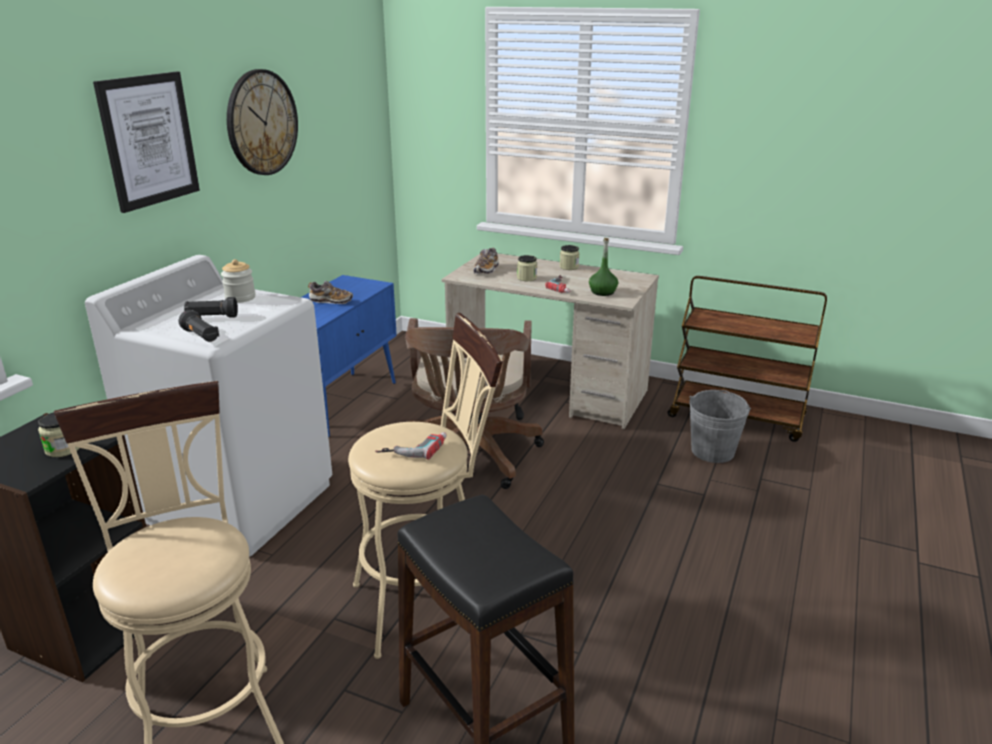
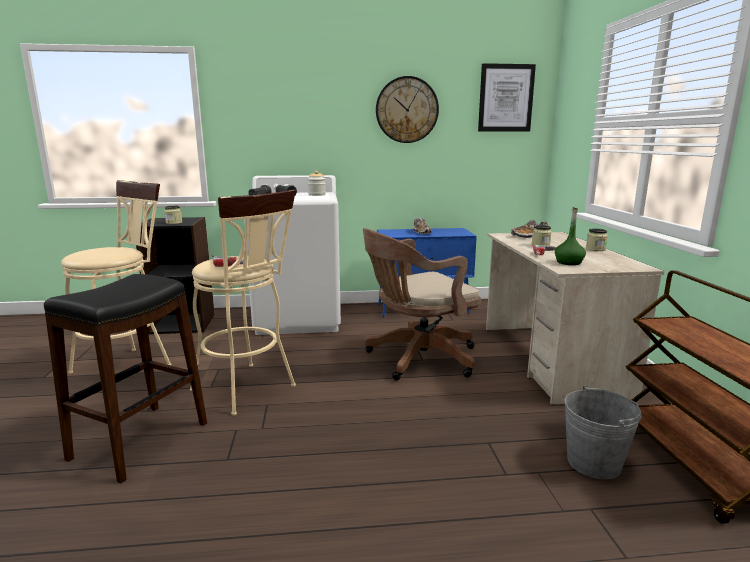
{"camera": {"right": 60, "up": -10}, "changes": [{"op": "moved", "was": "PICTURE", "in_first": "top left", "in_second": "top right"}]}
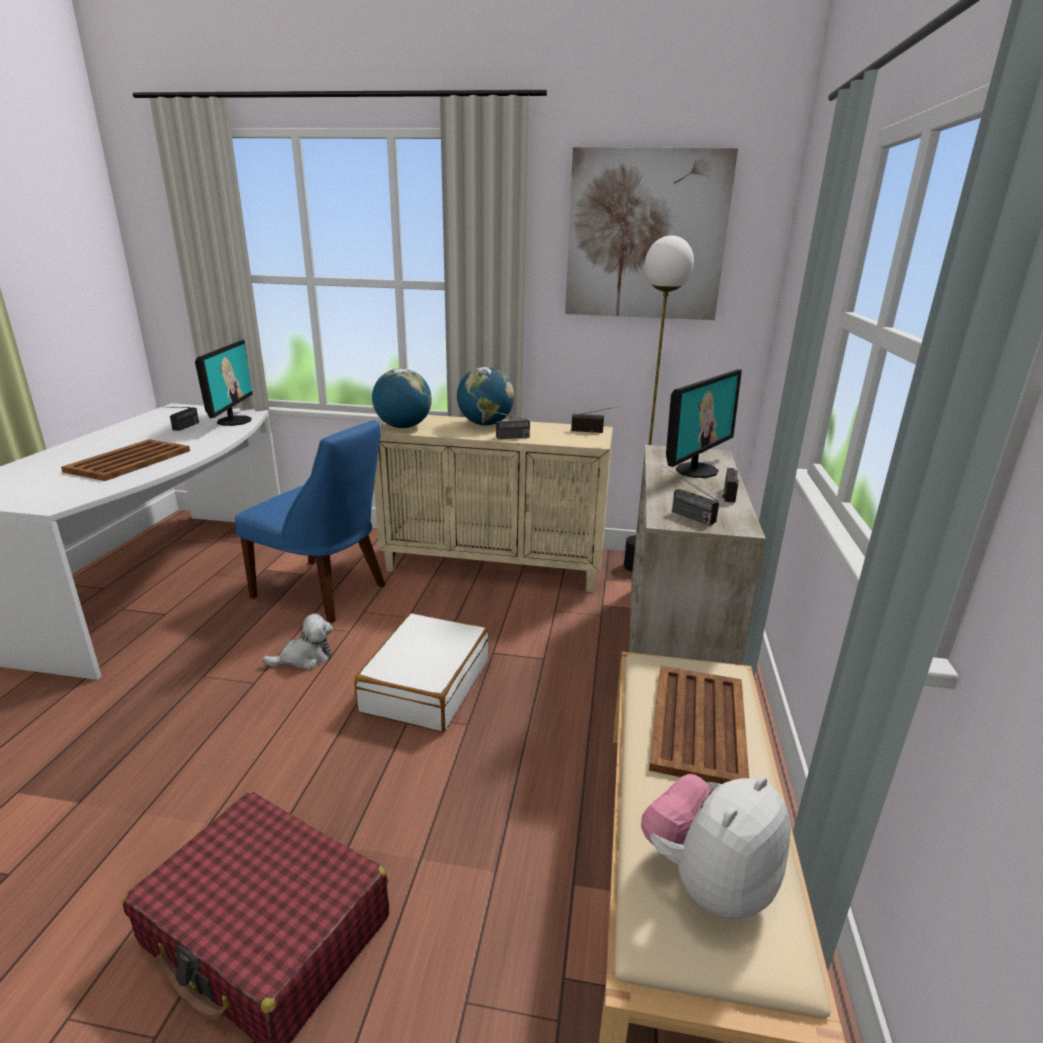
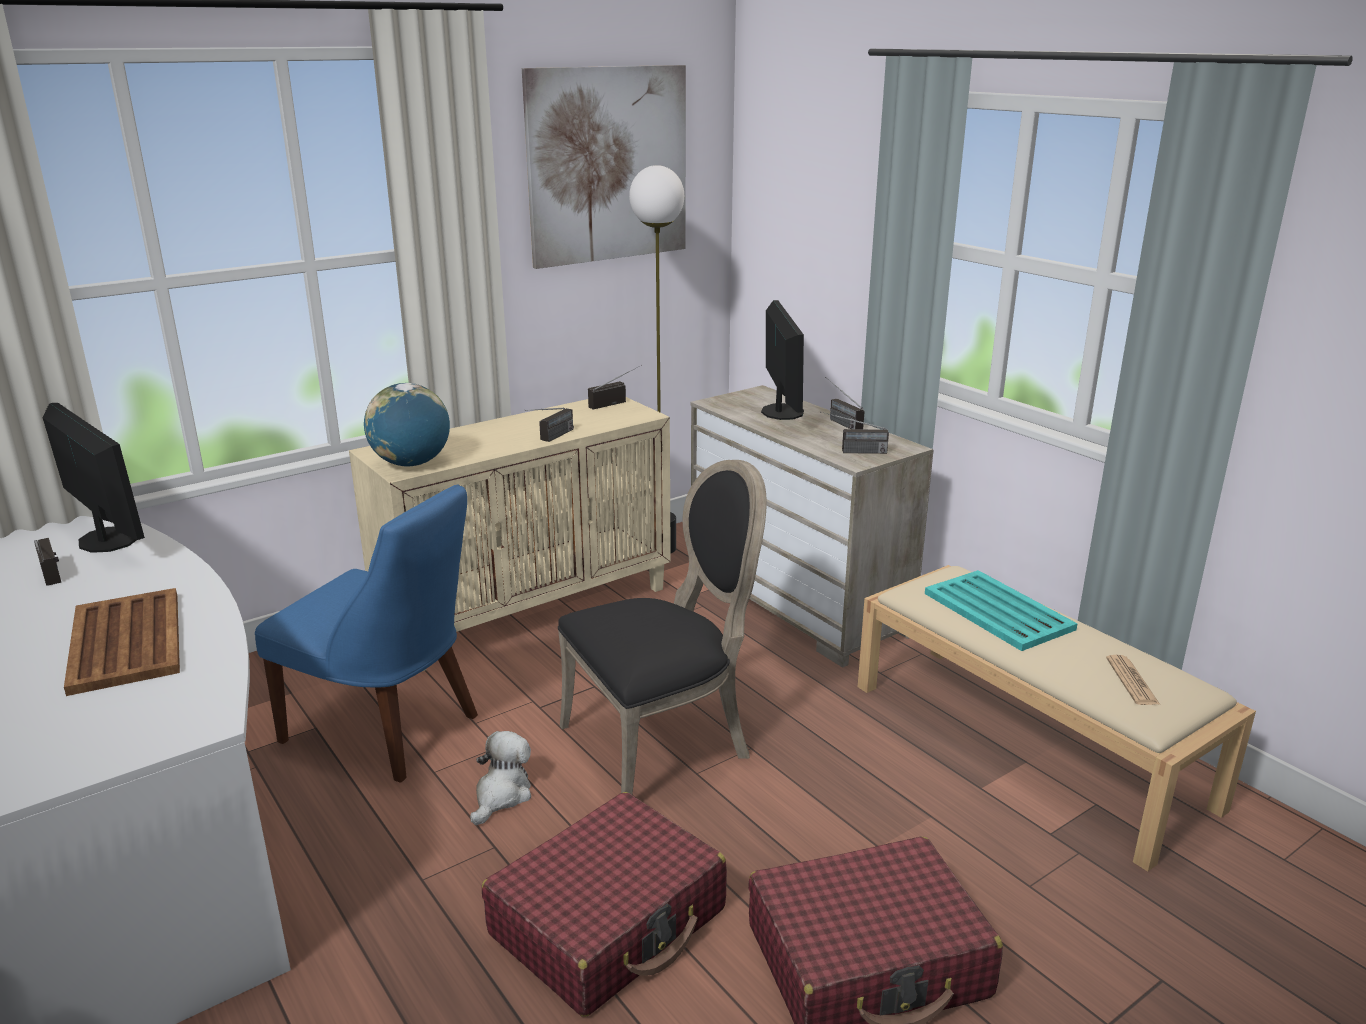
{"camera": {"right": -45, "up": 0}, "changes": [{"op": "turned", "was": "BLUISH CHAIR", "in_first": "middle left", "in_second": "middle left", "clockwise": 45}, {"op": "replaced", "was": "WHITISH SUITCASE", "now": "BLACK-COLOURED CHAIR", "in_first": "centre", "in_second": "centre"}, {"op": "removed", "was": "DESK GLOBE (2nd from left)", "in_first": "centre"}, {"op": "replaced", "was": "CUDDLY TOY (2nd from left)", "now": "PRINTED PAPER", "in_first": "bottom right", "in_second": "middle right"}, {"op": "recoloured", "was": "BROWN-COLOURED SERVING TRAY (2nd from left)", "now": "BLUE-GREEN SERVING TRAY", "in_first": "bottom right", "in_second": "middle right"}, {"op": "added", "now": "REDDISH SUITCASE (1st from left)", "in_second": "bottom centre"}]}
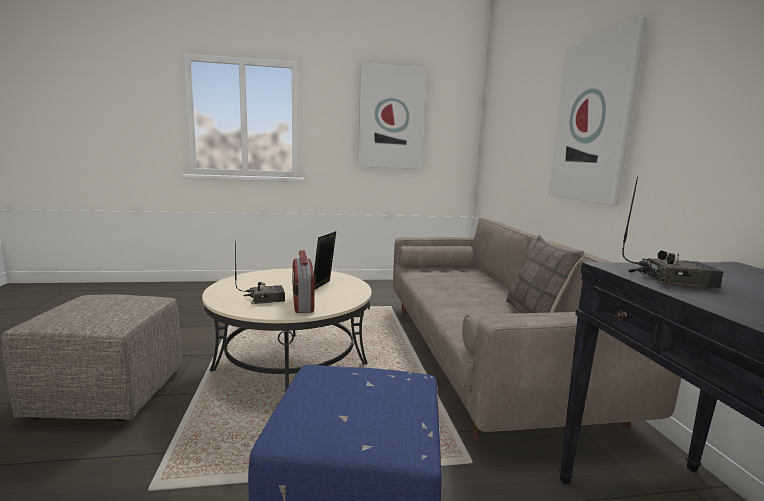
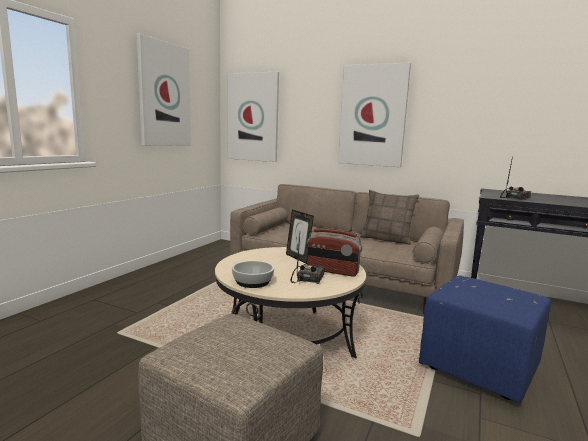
{"camera": {"right": -55, "up": 0}, "changes": [{"op": "added", "now": "PICTURE (2nd from left)", "in_second": "top centre"}, {"op": "added", "now": "SERVING BOWL", "in_second": "centre"}]}
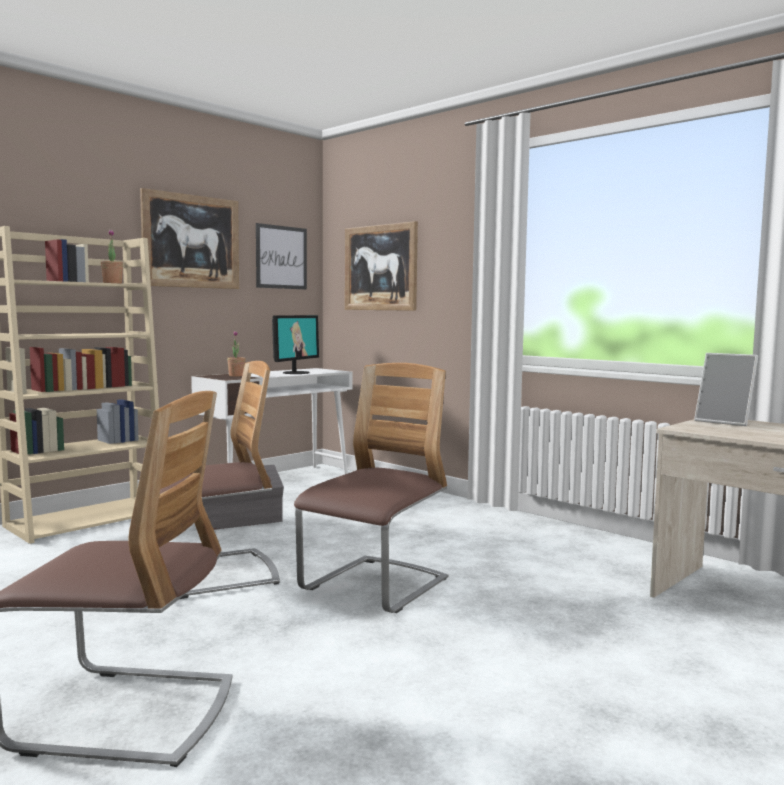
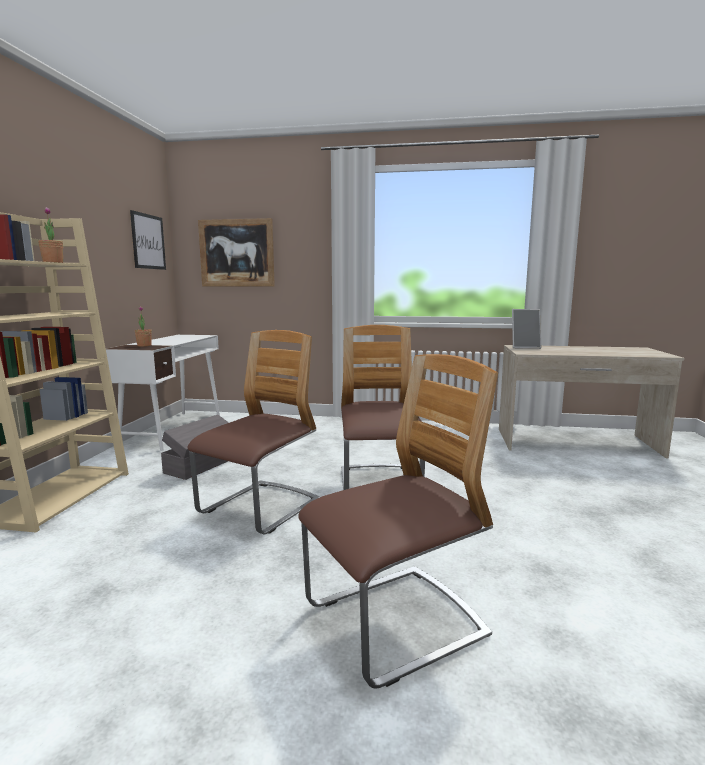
{"camera": {"right": -35, "up": 5}, "changes": [{"op": "removed", "was": "PICTURE (1st from left)", "in_first": "top left"}, {"op": "removed", "was": "COMPUTER SCREEN", "in_first": "centre"}]}
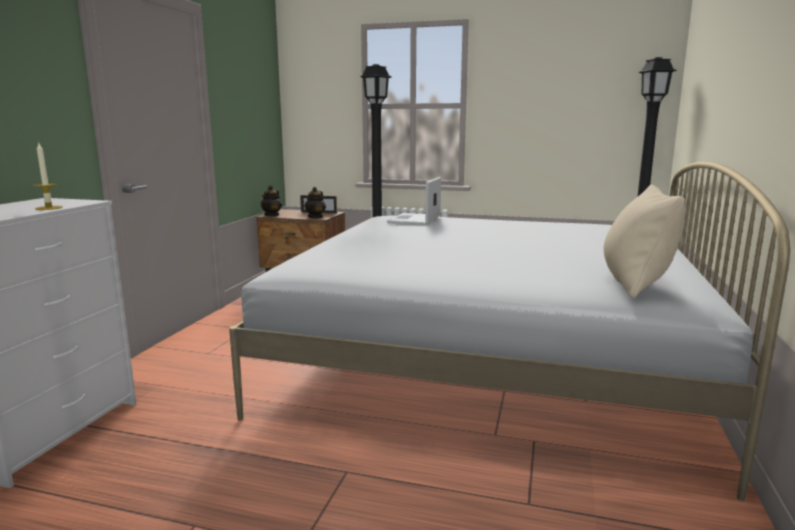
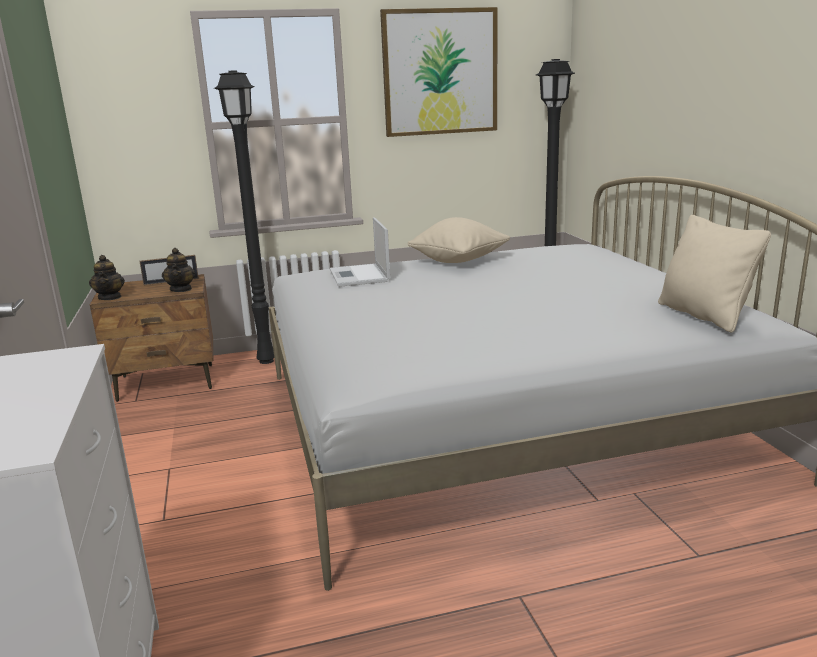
{"camera": {"right": -30, "up": 5}, "changes": [{"op": "removed", "was": "WAX LIGHT", "in_first": "top left"}, {"op": "added", "now": "PICTURE", "in_second": "top centre"}, {"op": "added", "now": "BEIGE-COLOURED PILLOW (1st from left)", "in_second": "centre"}]}
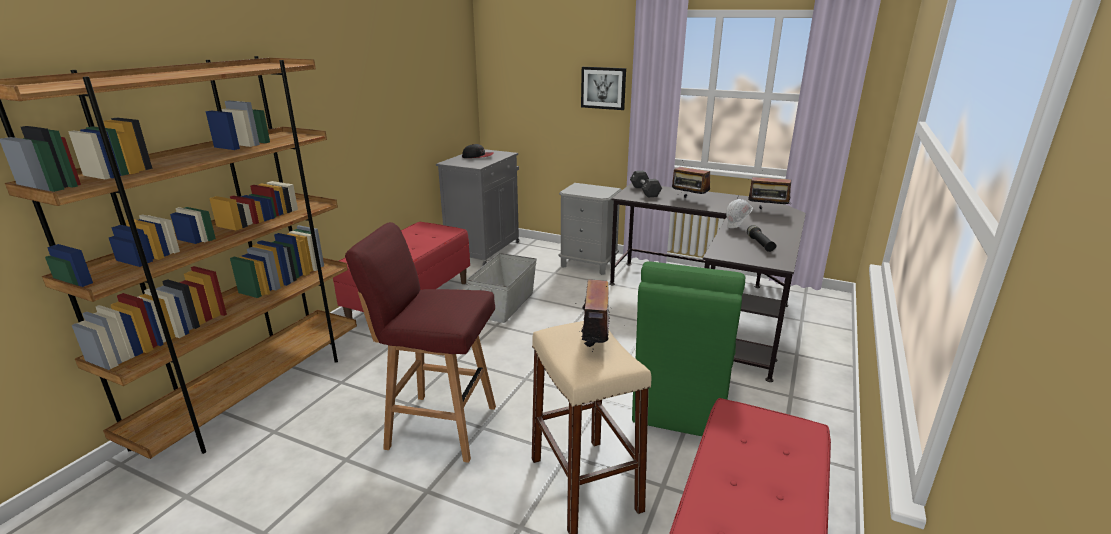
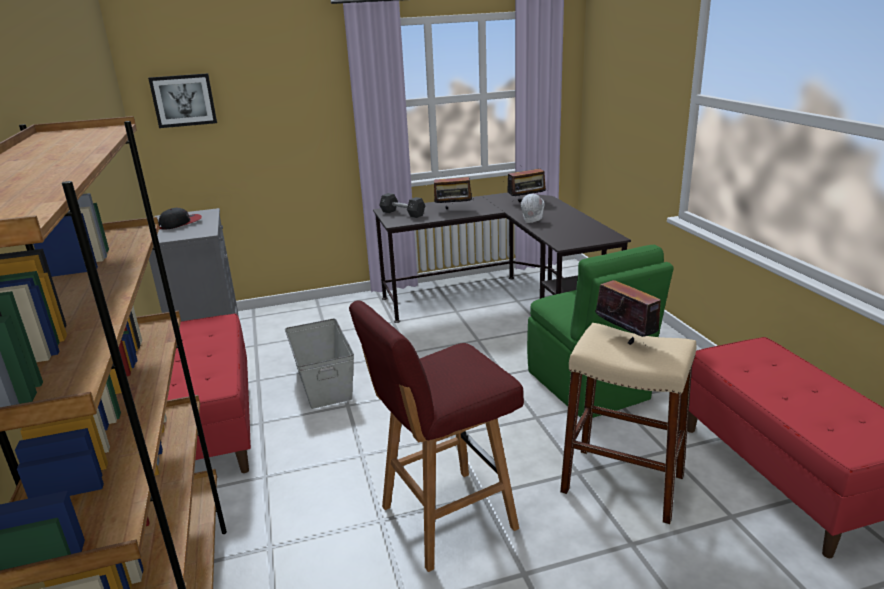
{"camera": {"right": -40, "up": 0}, "changes": [{"op": "removed", "was": "GREY BEDSIDE TABLE", "in_first": "centre"}, {"op": "moved", "was": "PICTURE", "in_first": "top centre", "in_second": "top left"}, {"op": "removed", "was": "BLACK-COLOURED FLASHLIGHT", "in_first": "middle right"}]}
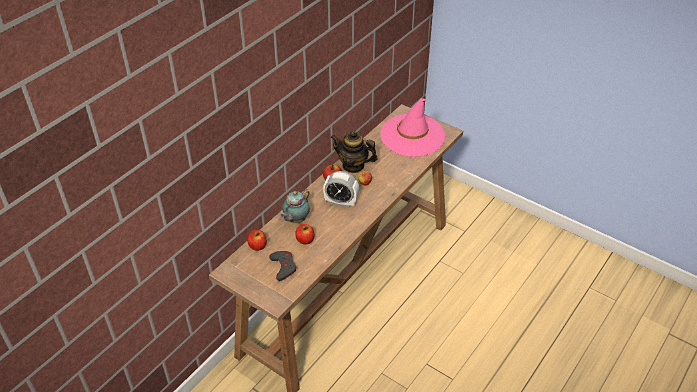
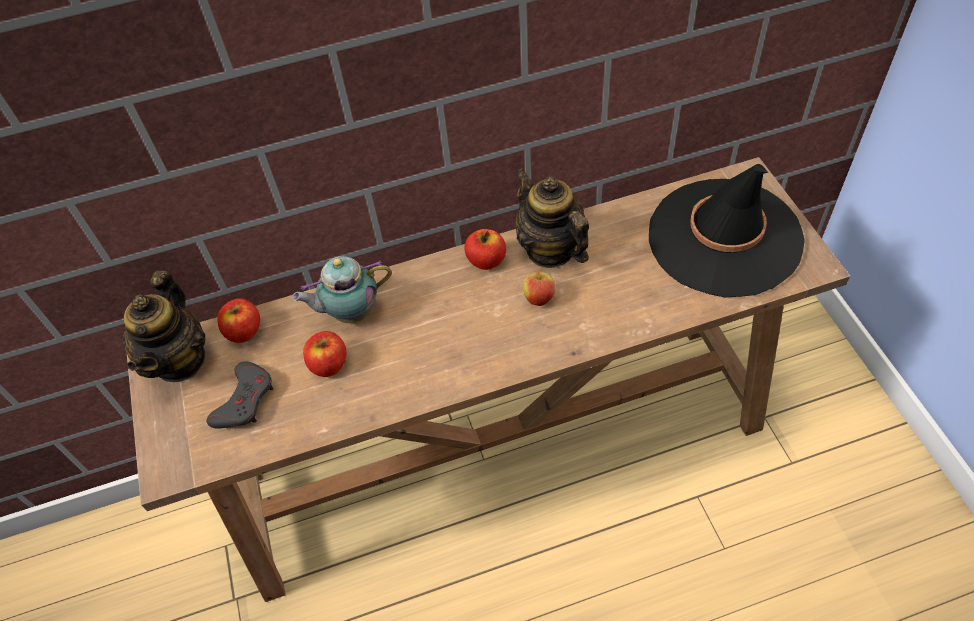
{"camera": {"right": 40, "up": 10}, "changes": [{"op": "removed", "was": "ALARM CLOCK", "in_first": "centre"}, {"op": "recoloured", "was": "PINK CLOTHING HAT", "now": "BLACK-COLOURED CLOTHING HAT", "in_first": "top centre", "in_second": "middle right"}, {"op": "added", "now": "TEA POT (1st from left)", "in_second": "middle left"}]}
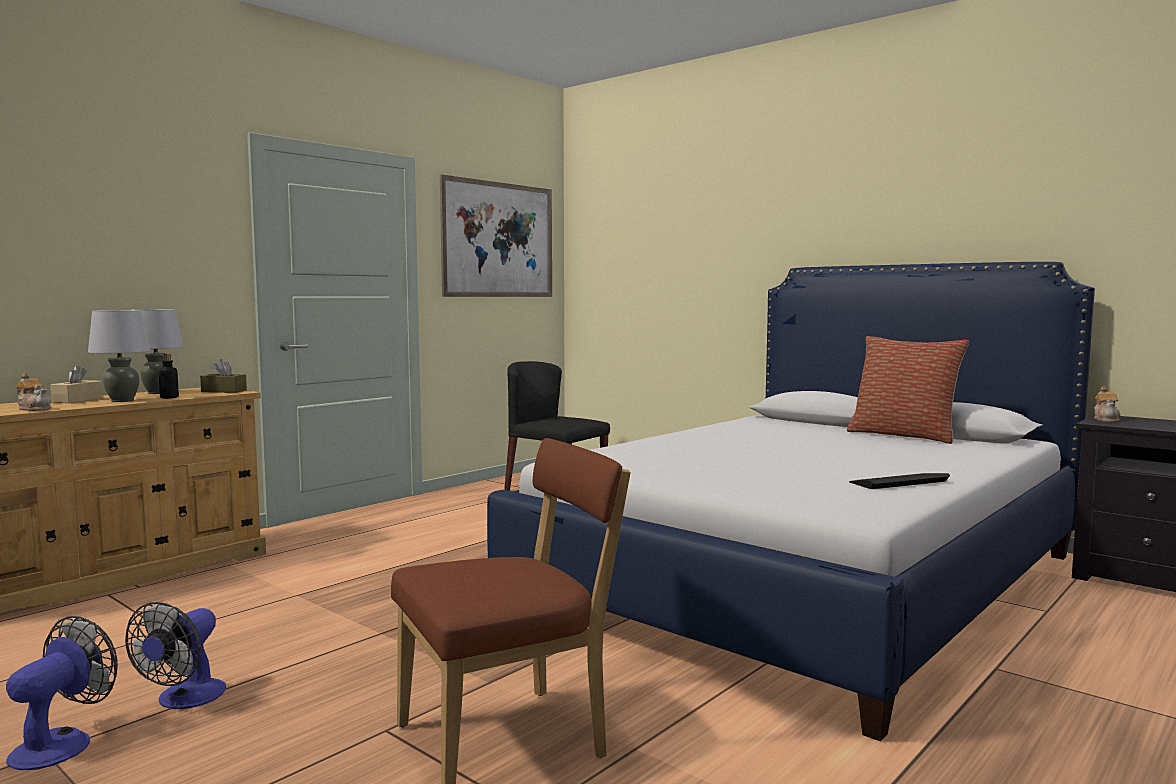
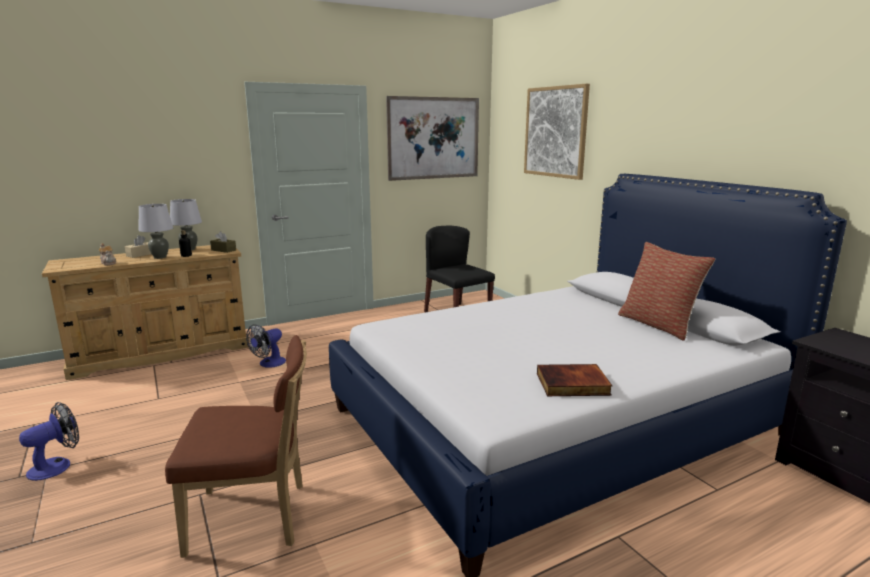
{"camera": {"right": 20, "up": 10}, "changes": [{"op": "moved", "was": "COOLING FAN (2nd from left)", "in_first": "bottom left", "in_second": "middle left"}, {"op": "replaced", "was": "COMPUTER KEYBOARD", "now": "BOUND BOOK", "in_first": "middle right", "in_second": "centre"}, {"op": "removed", "was": "TEA POT (2nd from left)", "in_first": "middle right"}, {"op": "added", "now": "PICTURE (2nd from left)", "in_second": "top centre"}]}
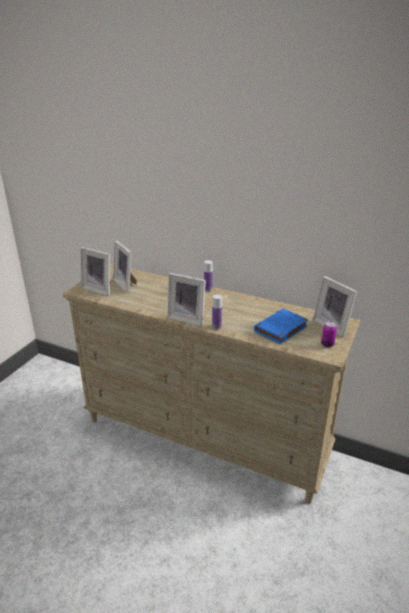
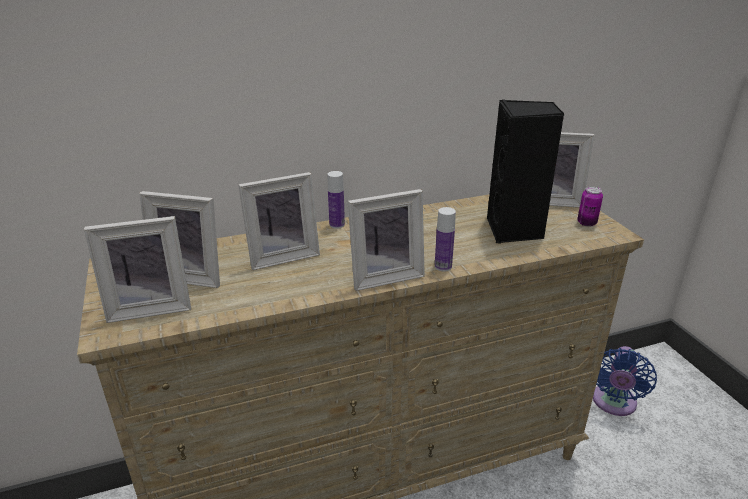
{"camera": {"right": -45, "up": 0}, "changes": [{"op": "replaced", "was": "BLUISH BOUND BOOK", "now": "BLACK-COLOURED AUDIO SPEAKER", "in_first": "middle right", "in_second": "middle right"}, {"op": "added", "now": "PHOTO FRAME (3rd from left)", "in_second": "centre"}, {"op": "added", "now": "BLUISH COOLING FAN", "in_second": "bottom right"}]}
